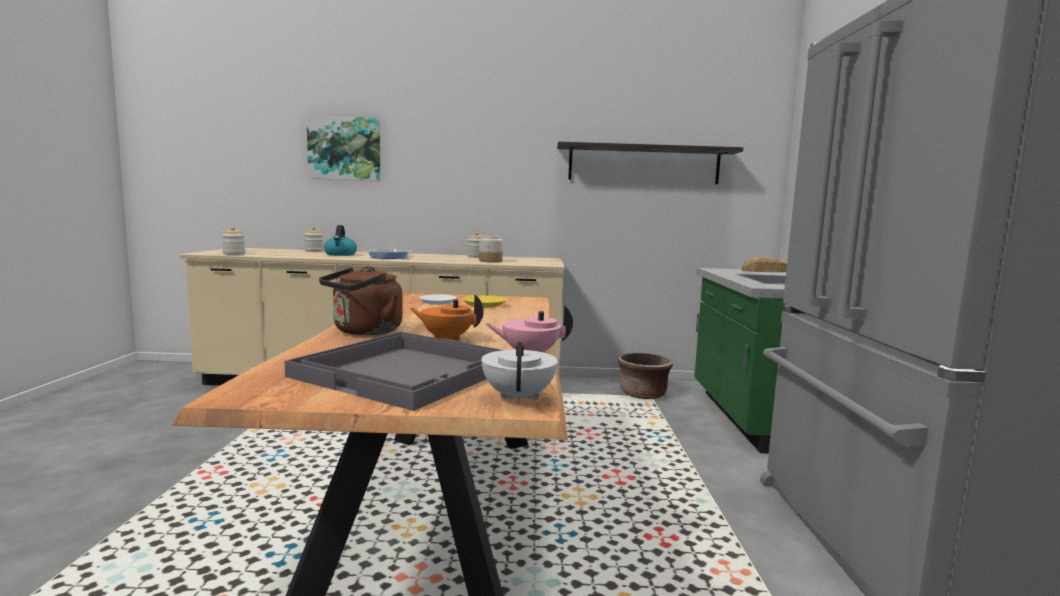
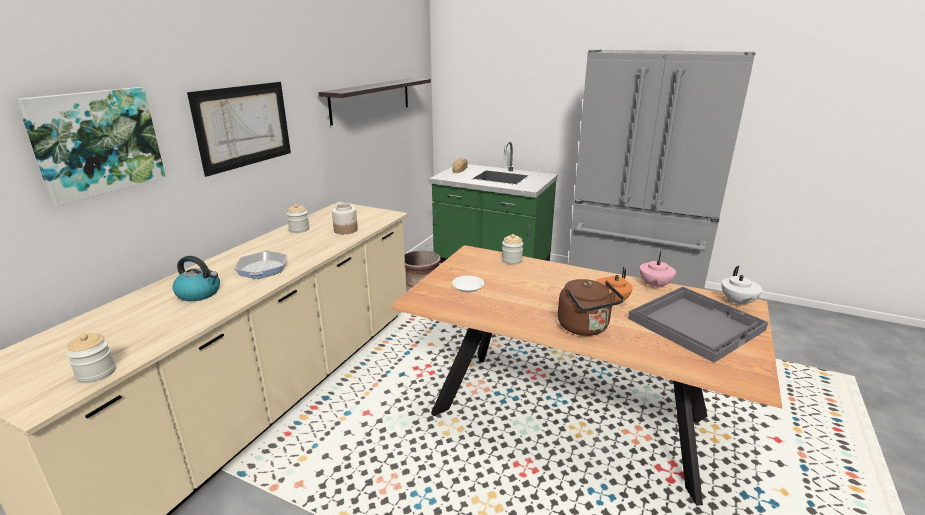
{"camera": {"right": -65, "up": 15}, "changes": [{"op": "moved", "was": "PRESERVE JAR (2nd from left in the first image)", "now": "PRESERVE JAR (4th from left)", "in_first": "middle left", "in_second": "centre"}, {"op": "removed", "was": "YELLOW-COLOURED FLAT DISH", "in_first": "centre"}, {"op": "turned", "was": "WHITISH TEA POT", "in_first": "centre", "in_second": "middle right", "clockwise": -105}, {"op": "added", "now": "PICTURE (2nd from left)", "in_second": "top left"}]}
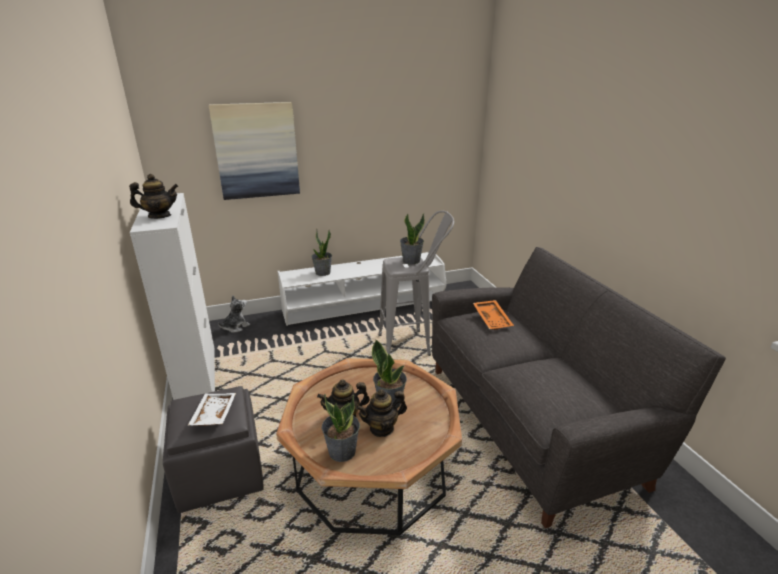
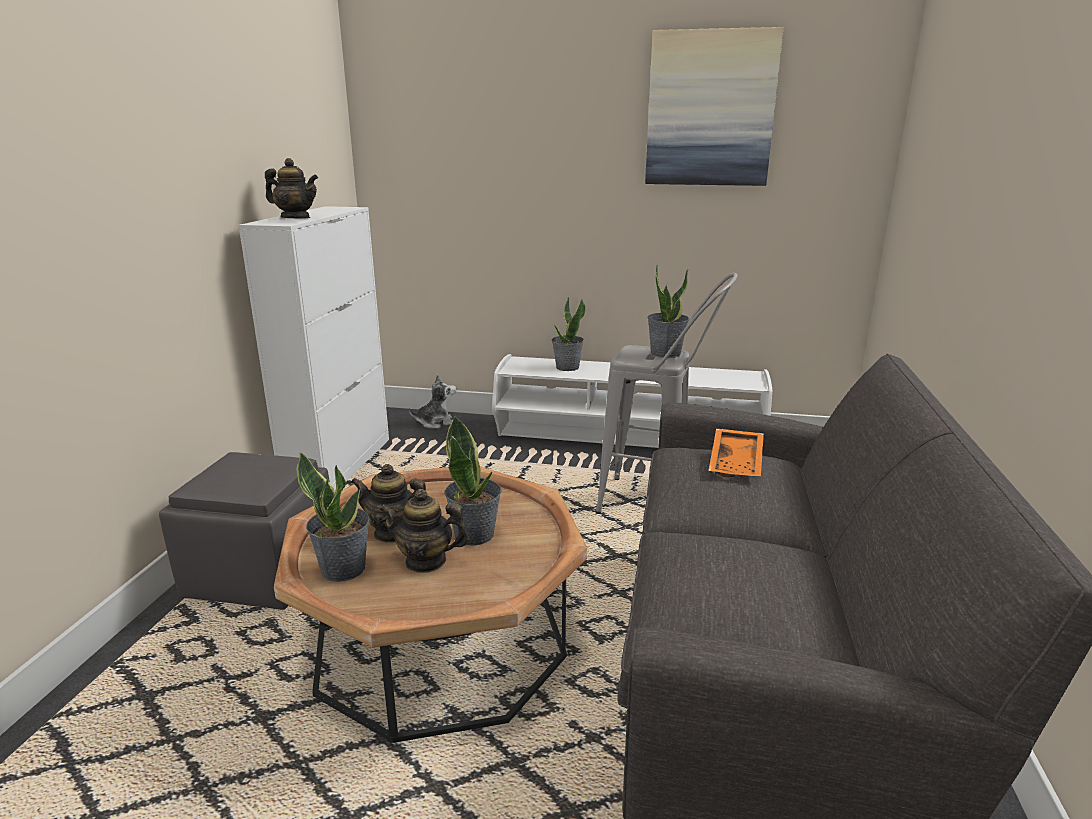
{"camera": {"right": 30, "up": -5}, "changes": [{"op": "removed", "was": "WHITISH SERVING TRAY", "in_first": "bottom left"}, {"op": "moved", "was": "PICTURE", "in_first": "top left", "in_second": "top centre"}]}
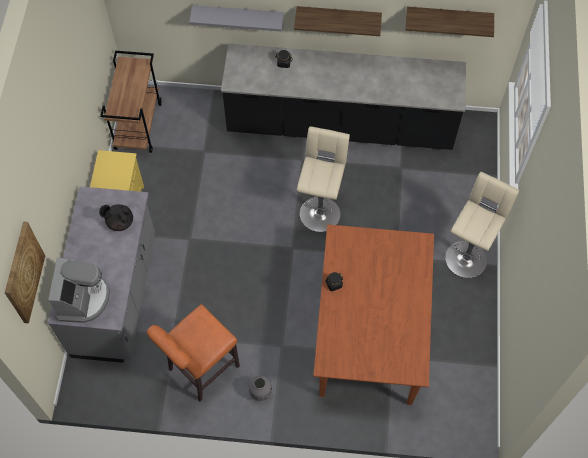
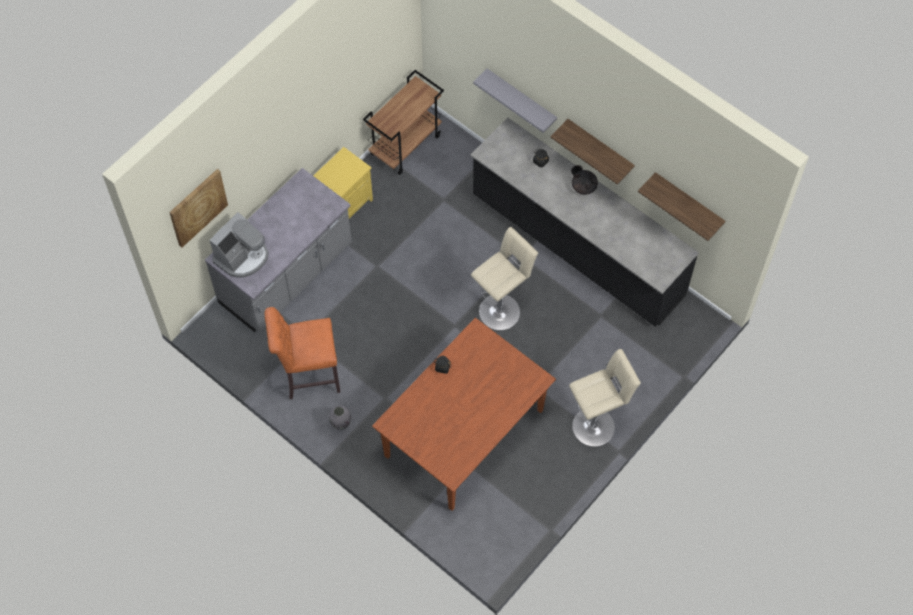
{"camera": {"right": 35, "up": 0}, "changes": [{"op": "moved", "was": "BLACK-COLOURED TEA POT", "in_first": "middle left", "in_second": "top centre"}]}
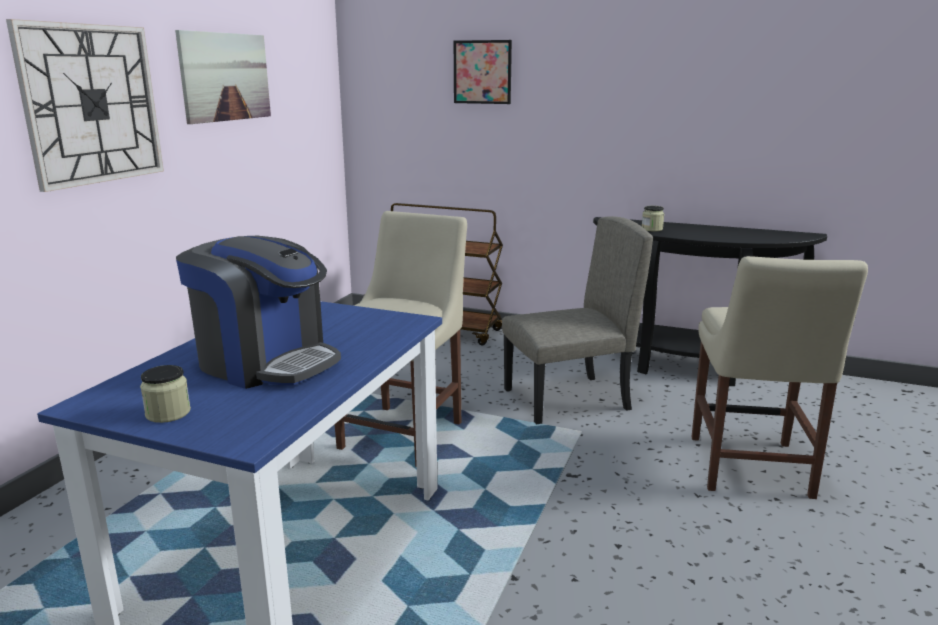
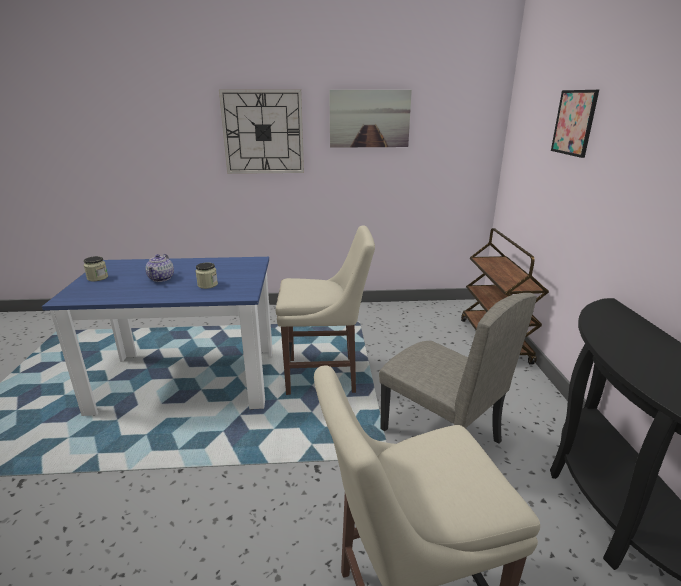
{"camera": {"right": 65, "up": 5}, "changes": [{"op": "replaced", "was": "COFFEE BREWER", "now": "TEA POT", "in_first": "middle left", "in_second": "middle left"}, {"op": "moved", "was": "PRESERVE JAR (2nd from left)", "in_first": "middle right", "in_second": "middle left"}]}
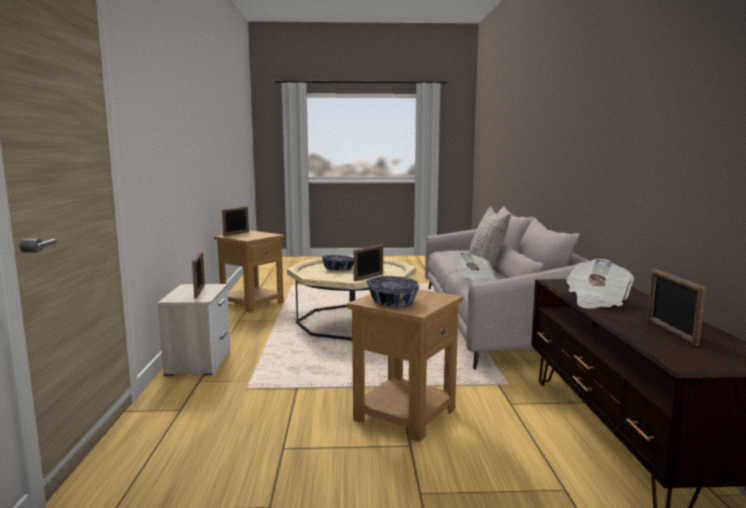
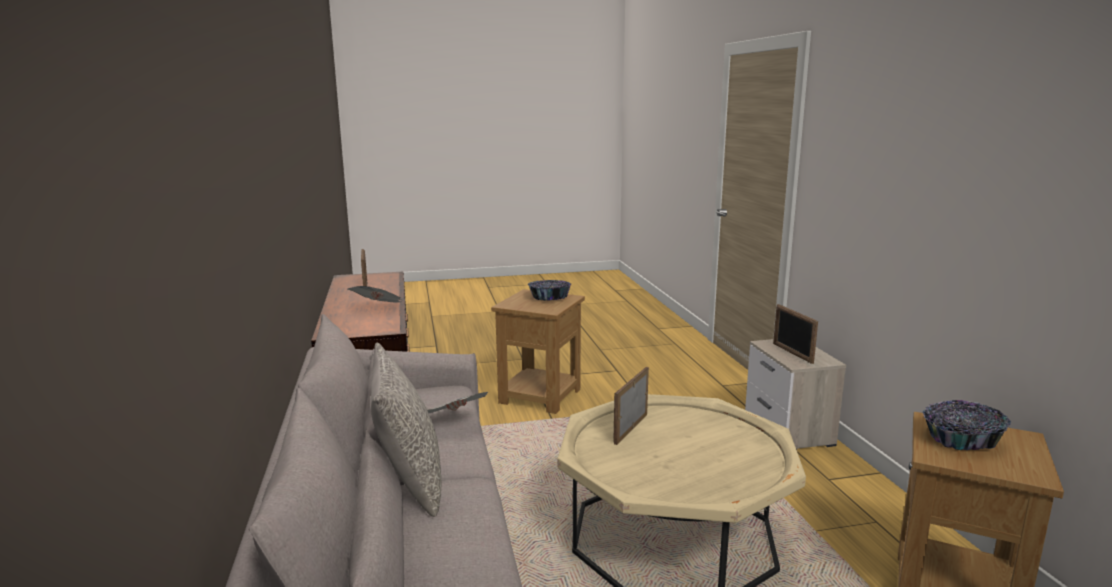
{"camera": {"right": 170, "up": 5}, "changes": [{"op": "removed", "was": "PHOTO FRAME (2nd from left)", "in_first": "middle left"}, {"op": "moved", "was": "SERVING BOWL (1st from left in the first image)", "now": "SERVING BOWL (2nd from left)", "in_first": "centre", "in_second": "bottom right"}]}
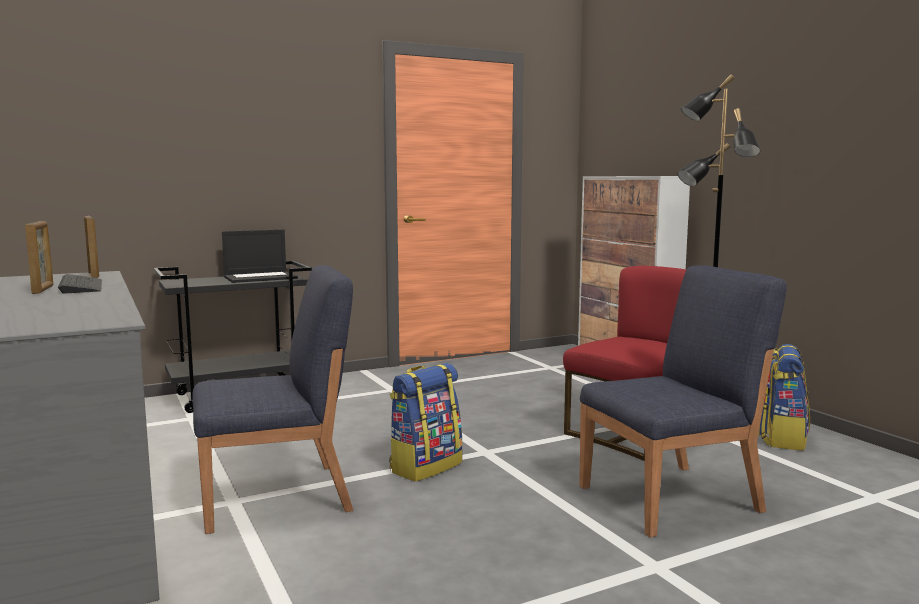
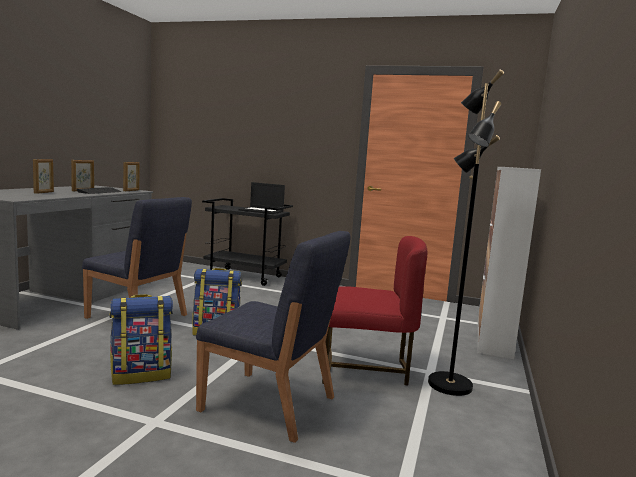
{"camera": {"right": 45, "up": 0}, "changes": [{"op": "moved", "was": "BACKPACK (2nd from left in the first image)", "now": "BACKPACK (1st from left)", "in_first": "middle right", "in_second": "bottom left"}, {"op": "added", "now": "PHOTO FRAME (1st from left)", "in_second": "middle left"}]}
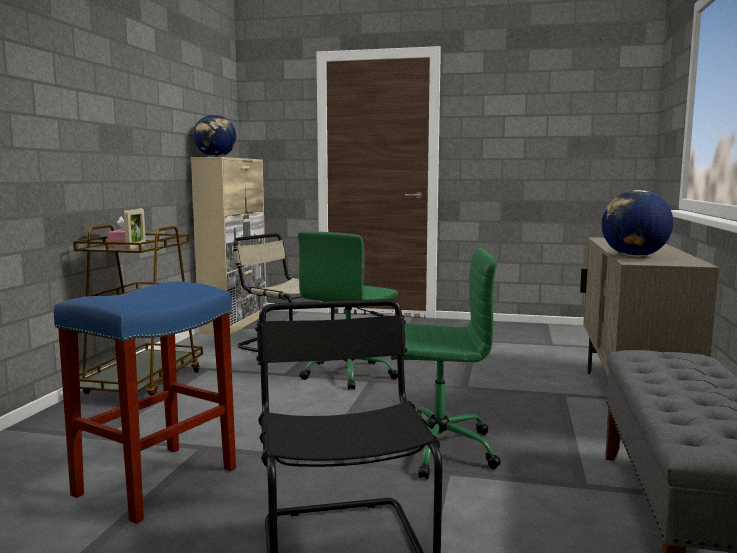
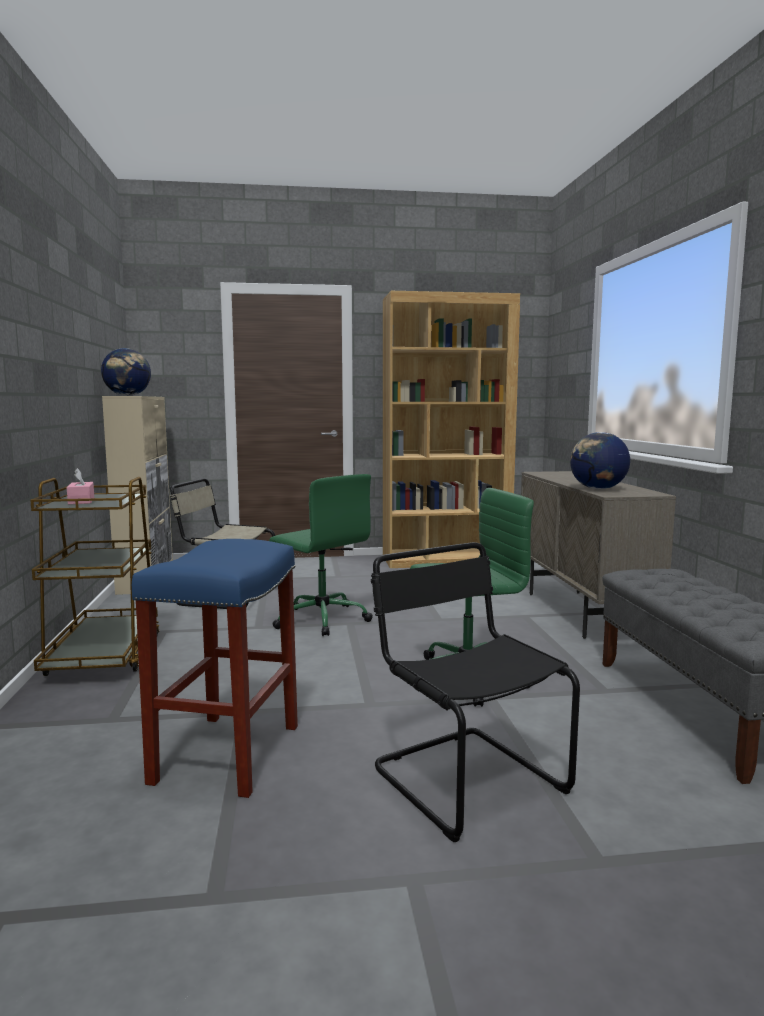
{"camera": {"right": -20, "up": 0}, "changes": [{"op": "removed", "was": "PHOTO FRAME", "in_first": "middle left"}, {"op": "turned", "was": "GREEN-COLOURED OFFICE CHAIR (1st from left)", "in_first": "centre", "in_second": "centre", "clockwise": -60}, {"op": "added", "now": "BROWN-COLOURED BOOKSHELF", "in_second": "centre"}]}
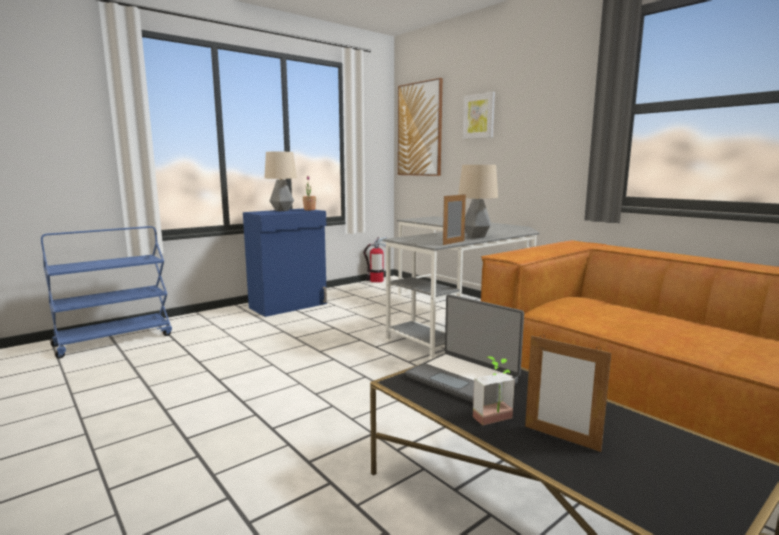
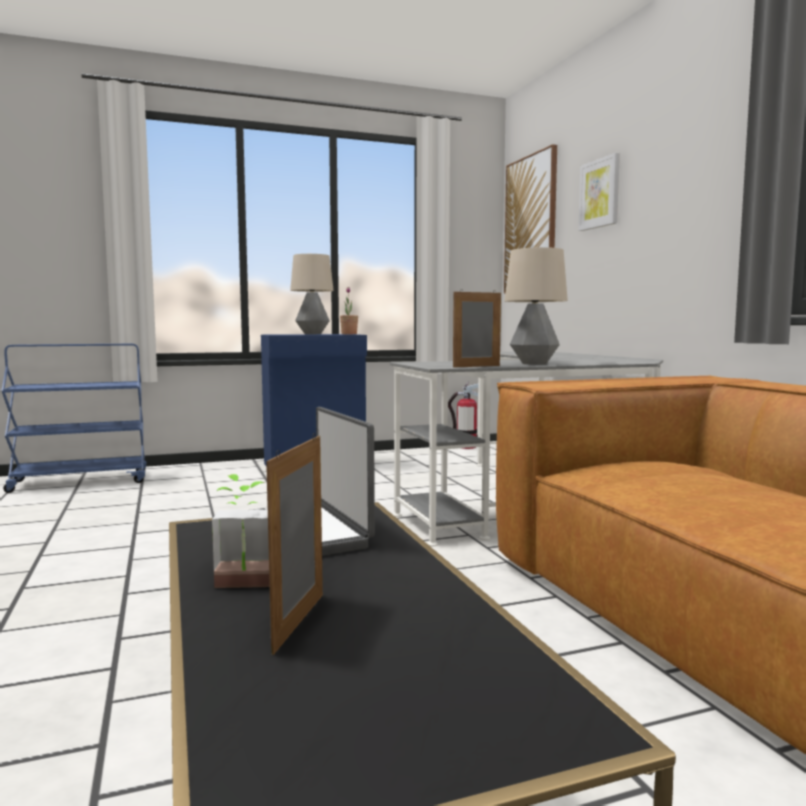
{"camera": {"right": 20, "up": -5}, "changes": [{"op": "turned", "was": "PHOTO FRAME (2nd from left in the first image)", "in_first": "bottom right", "in_second": "bottom centre", "clockwise": 45}]}
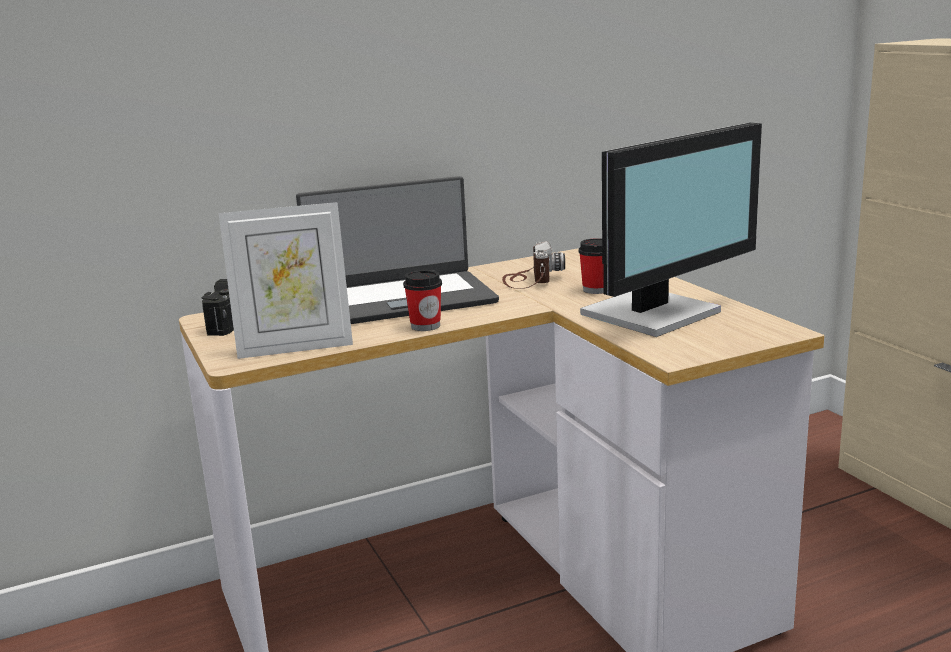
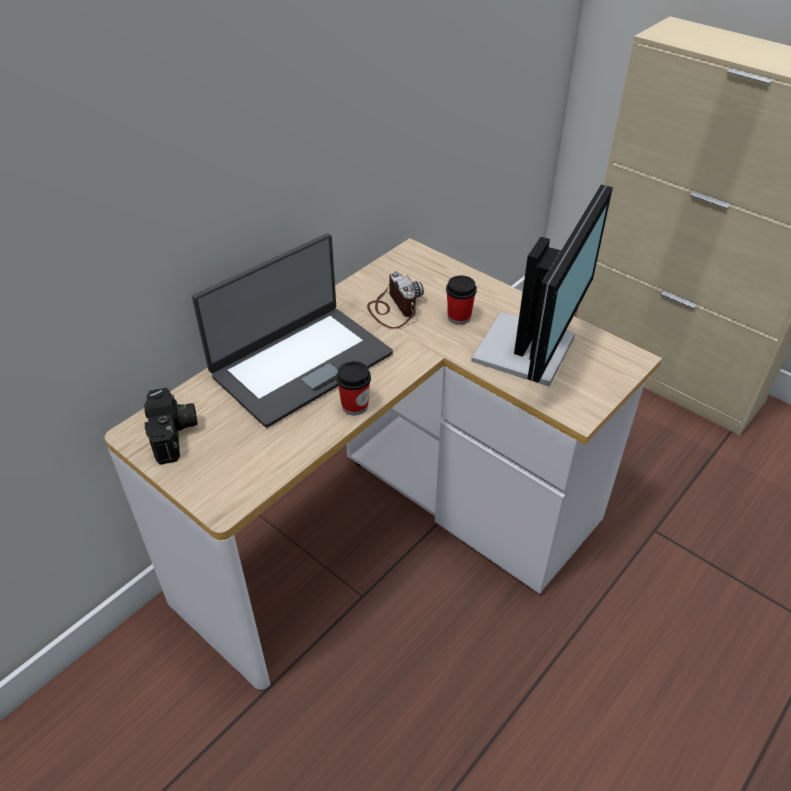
{"camera": {"right": -25, "up": 25}, "changes": [{"op": "removed", "was": "PHOTO FRAME", "in_first": "middle left"}]}
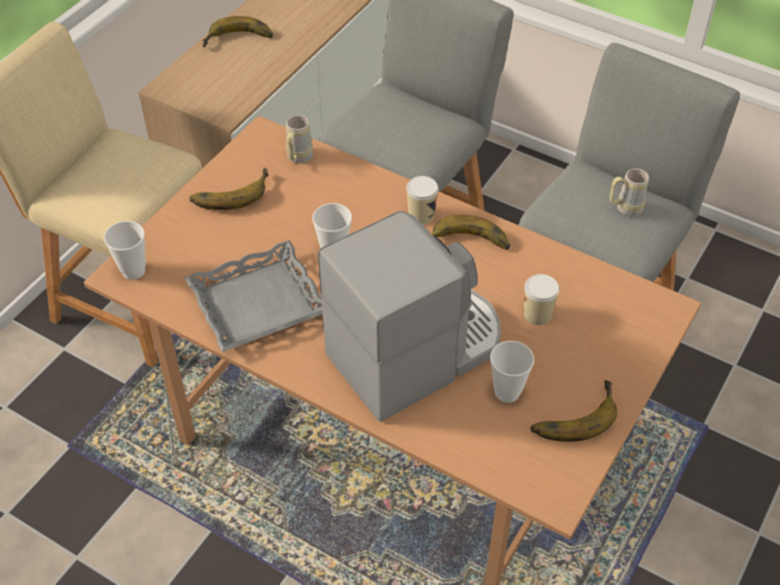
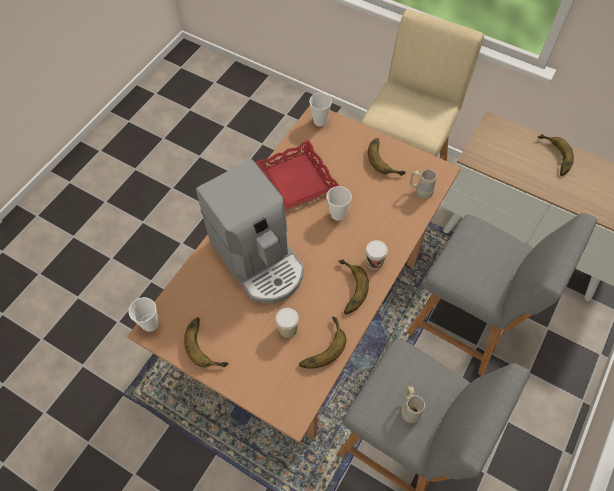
{"camera": {"right": 90, "up": 10}, "changes": [{"op": "recoloured", "was": "GREY SERVING TRAY", "now": "REDDISH SERVING TRAY", "in_first": "middle left", "in_second": "centre"}, {"op": "moved", "was": "CUP (4th from left in the first image)", "now": "CUP (1st from left)", "in_first": "centre", "in_second": "middle left"}, {"op": "added", "now": "WHOLE BANANA (2nd from left)", "in_second": "bottom centre"}]}
